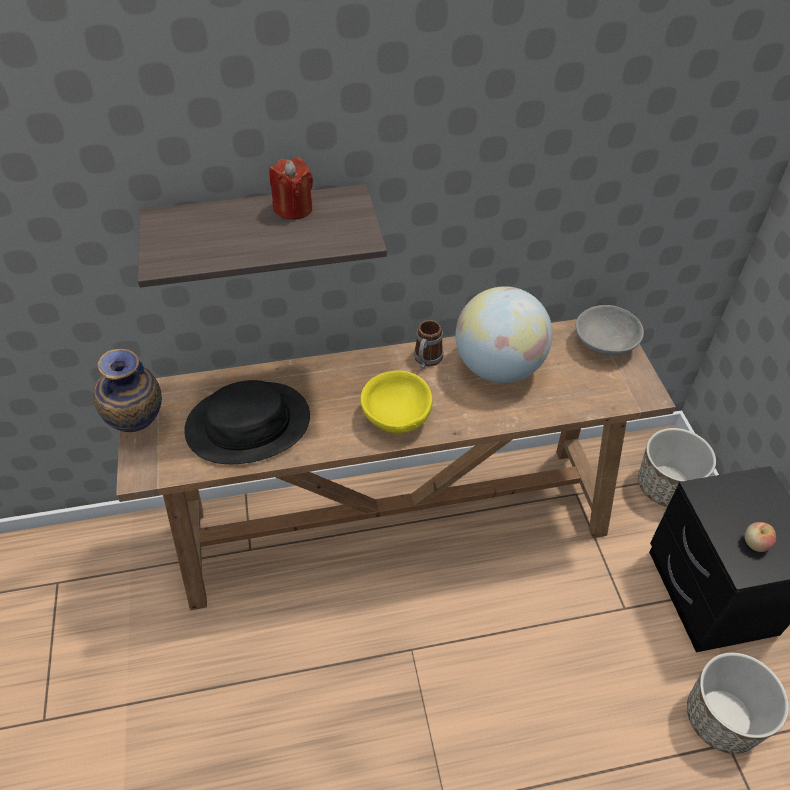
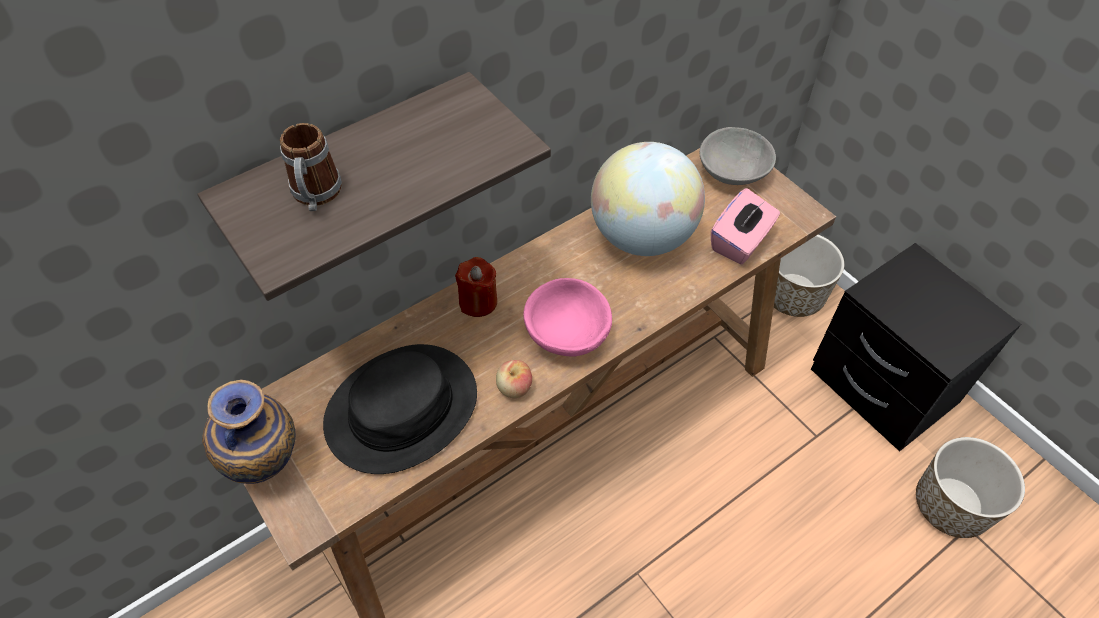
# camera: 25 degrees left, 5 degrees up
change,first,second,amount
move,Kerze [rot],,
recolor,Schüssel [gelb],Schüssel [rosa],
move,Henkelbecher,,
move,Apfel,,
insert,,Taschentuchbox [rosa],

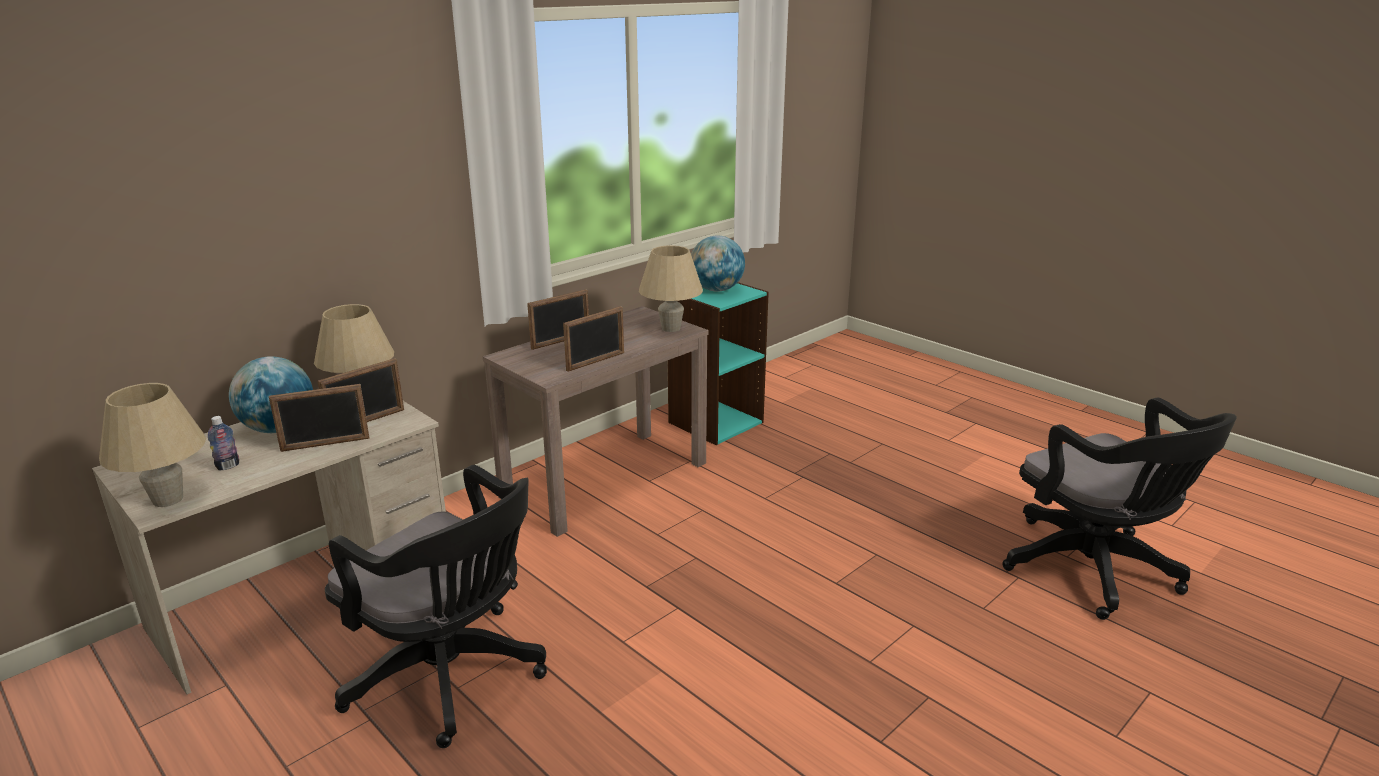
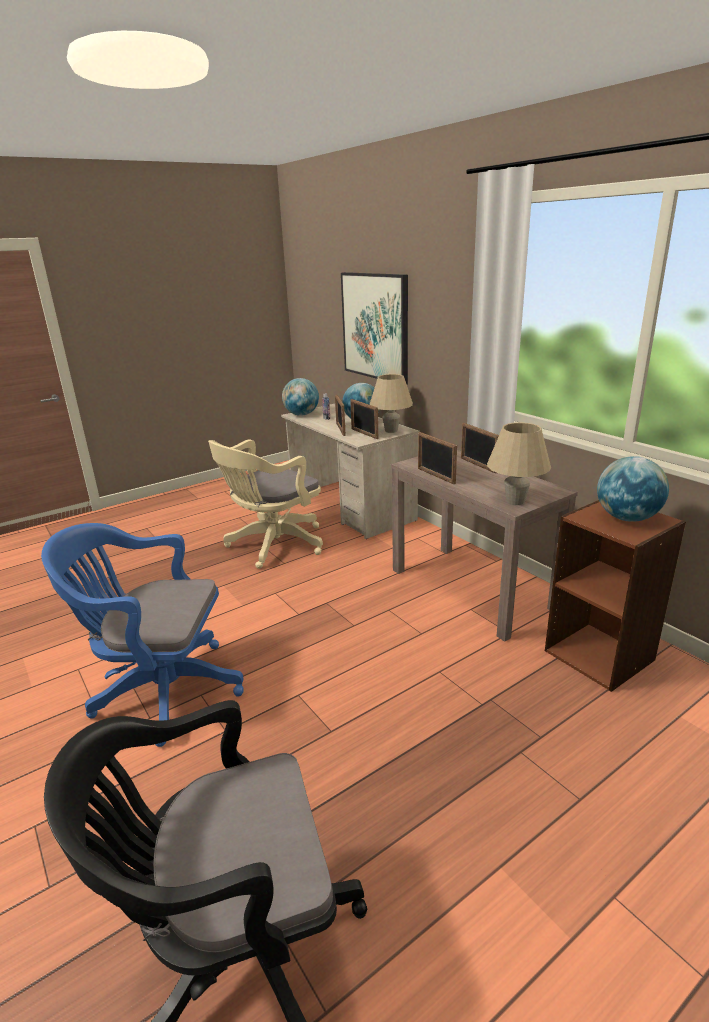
# camera: 100 degrees right, 0 degrees up
change,first,second,amount
replace,Tischlampe [beige] (1st from left),Globus (1st from left),
recolor,Bürostuhl [schwarz] (1st from left),Bürostuhl [beige],
recolor,Bücherregal [türkis],Bücherregal [braun],
insert,,Bürostuhl [blau],
insert,,Bild,

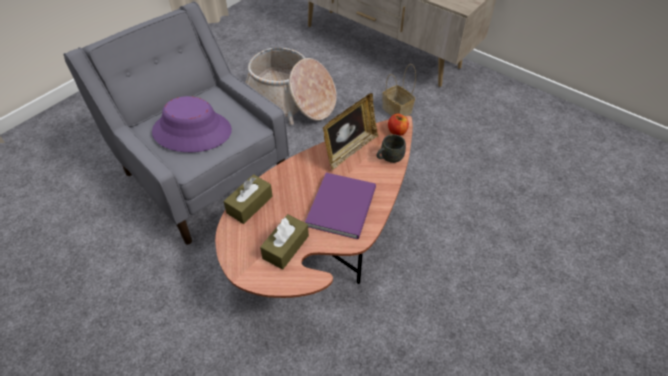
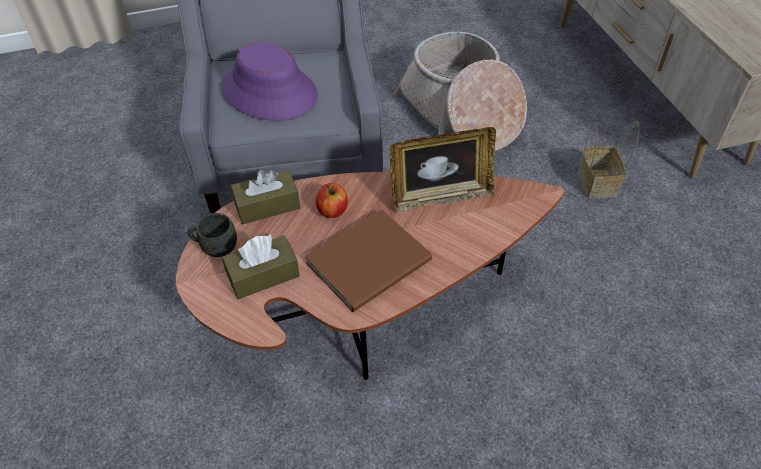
# camera: 35 degrees right, 0 degrees up
change,first,second,amount
recolor,Buch [lila],Buch [braun],
move,Henkelbecher [grau],,
move,Apfel,,

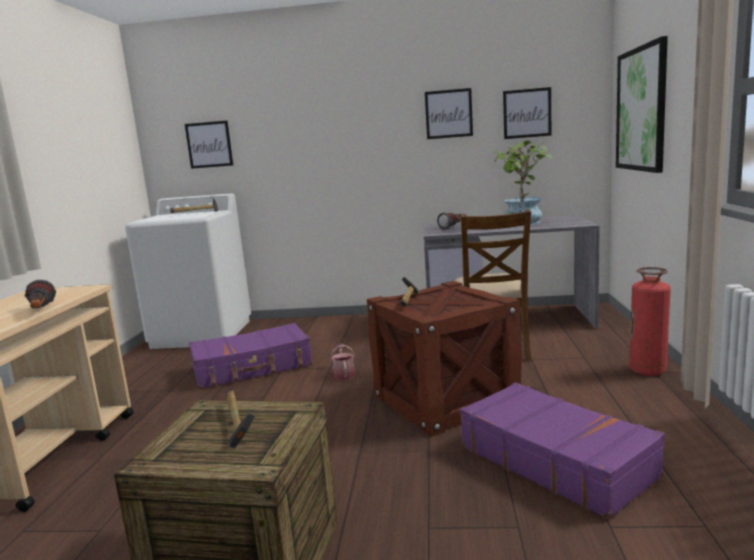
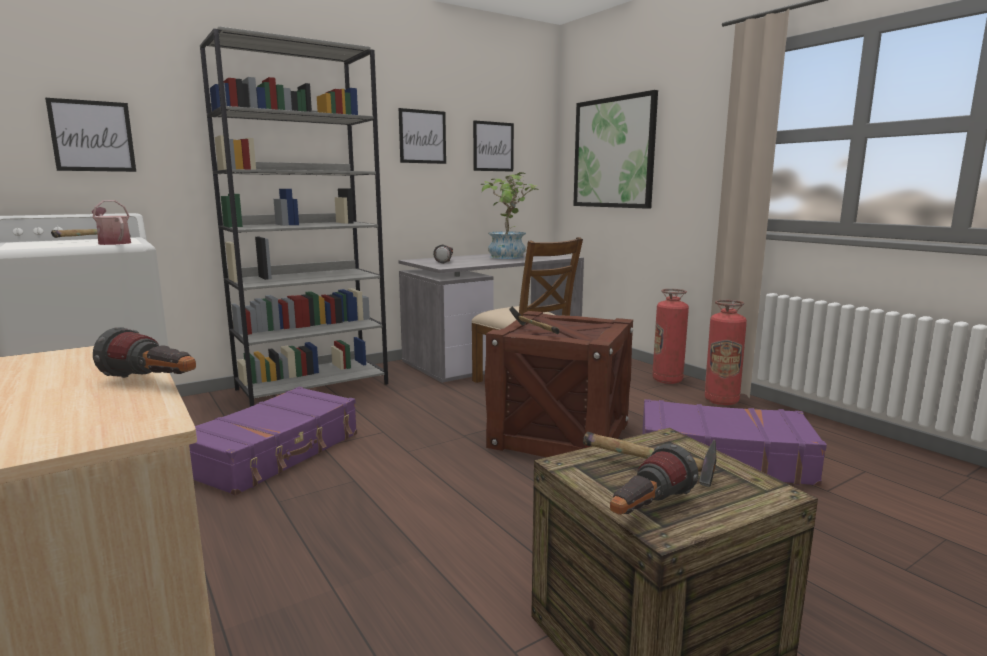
# camera: 40 degrees left, 0 degrees up
change,first,second,amount
move,Gießkanne,,
insert,,Bücherregal [grau],
insert,,Taschenlampe (3rd from left),
insert,,Feuerlöscher (2nd from left),

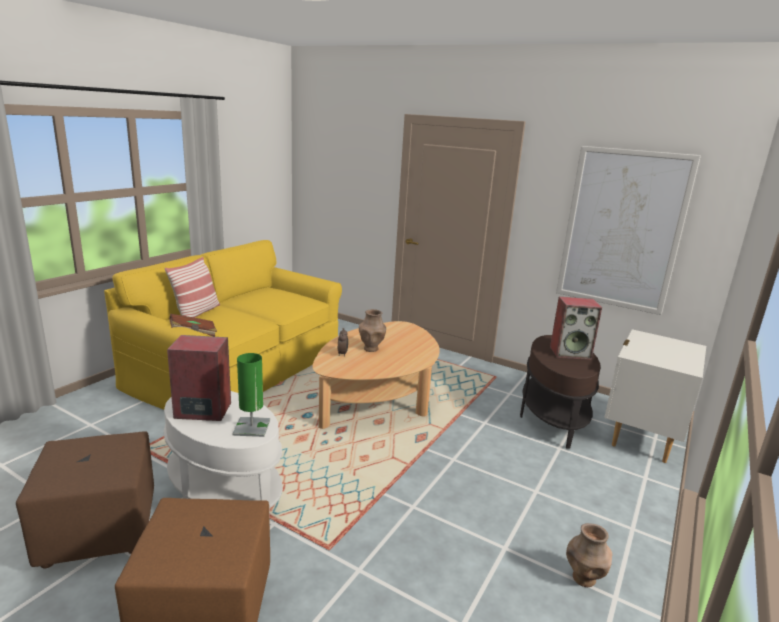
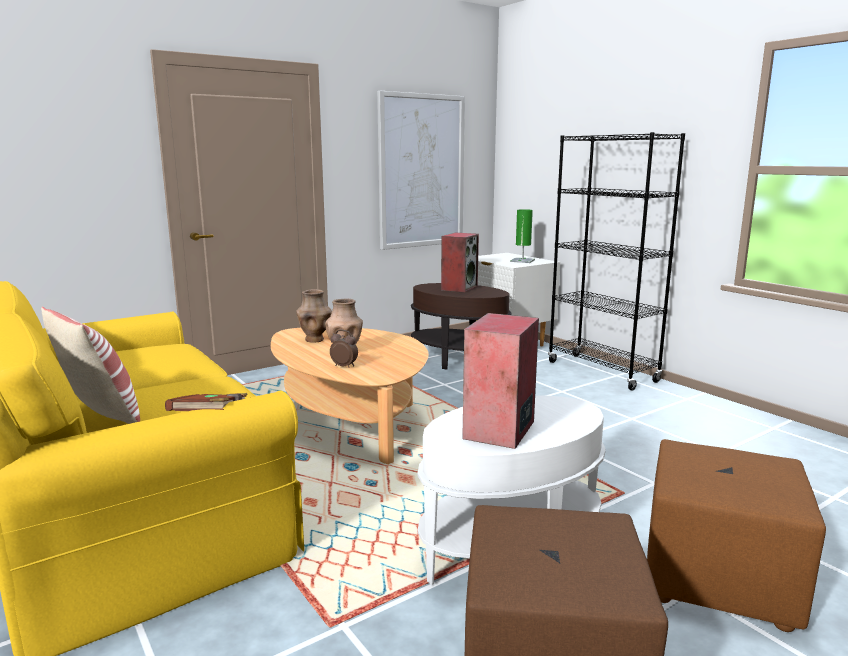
# camera: 65 degrees left, 5 degrees down
change,first,second,amount
move,Tischlampe [grün],,
move,Vase [braun] (2nd from left in the first image),Vase [braun] (1st from left),
insert,,Bücherregal [schwarz],

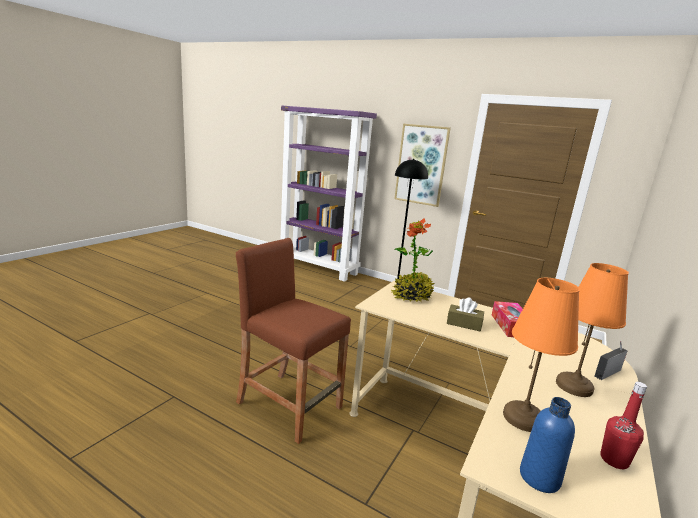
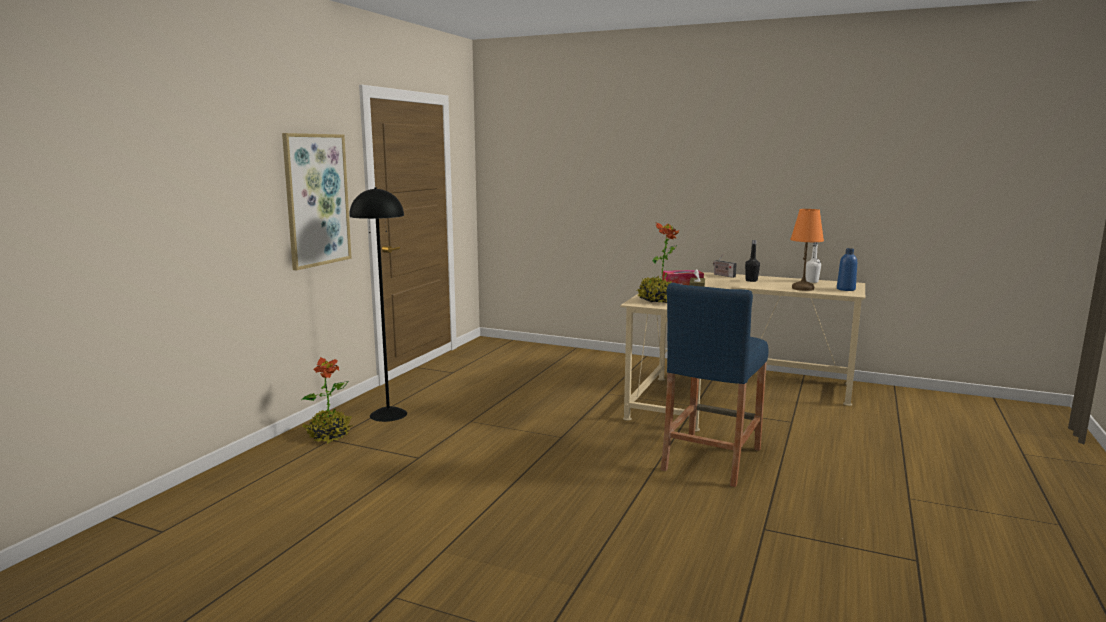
# camera: 95 degrees left, 5 degrees down
change,first,second,amount
recolor,Hocker [braun],Hocker [blau],
delete,Bücherregal [lila],,
replace,Tischlampe [orange] (2nd from left),Flasche [schwarz],
recolor,Flasche [rot],Flasche [weiß],
insert,,Topfpflanze (1st from left),

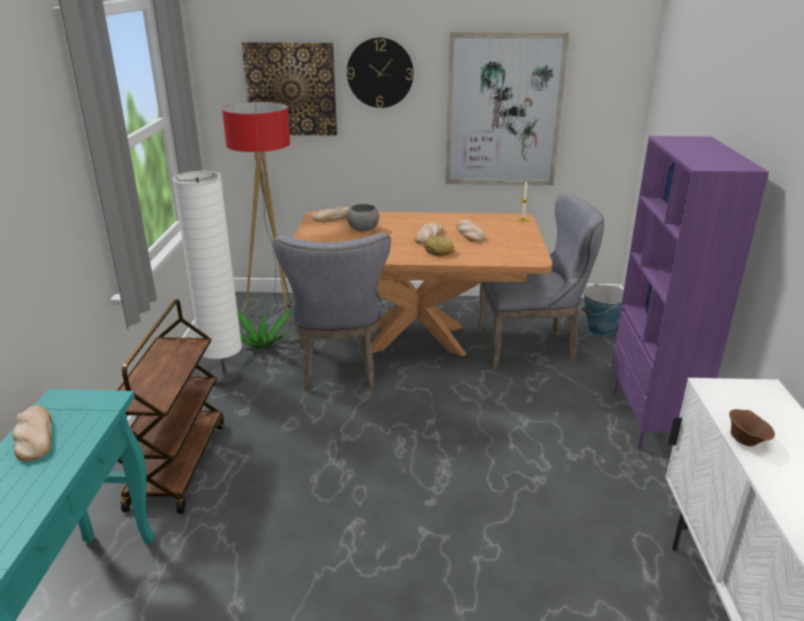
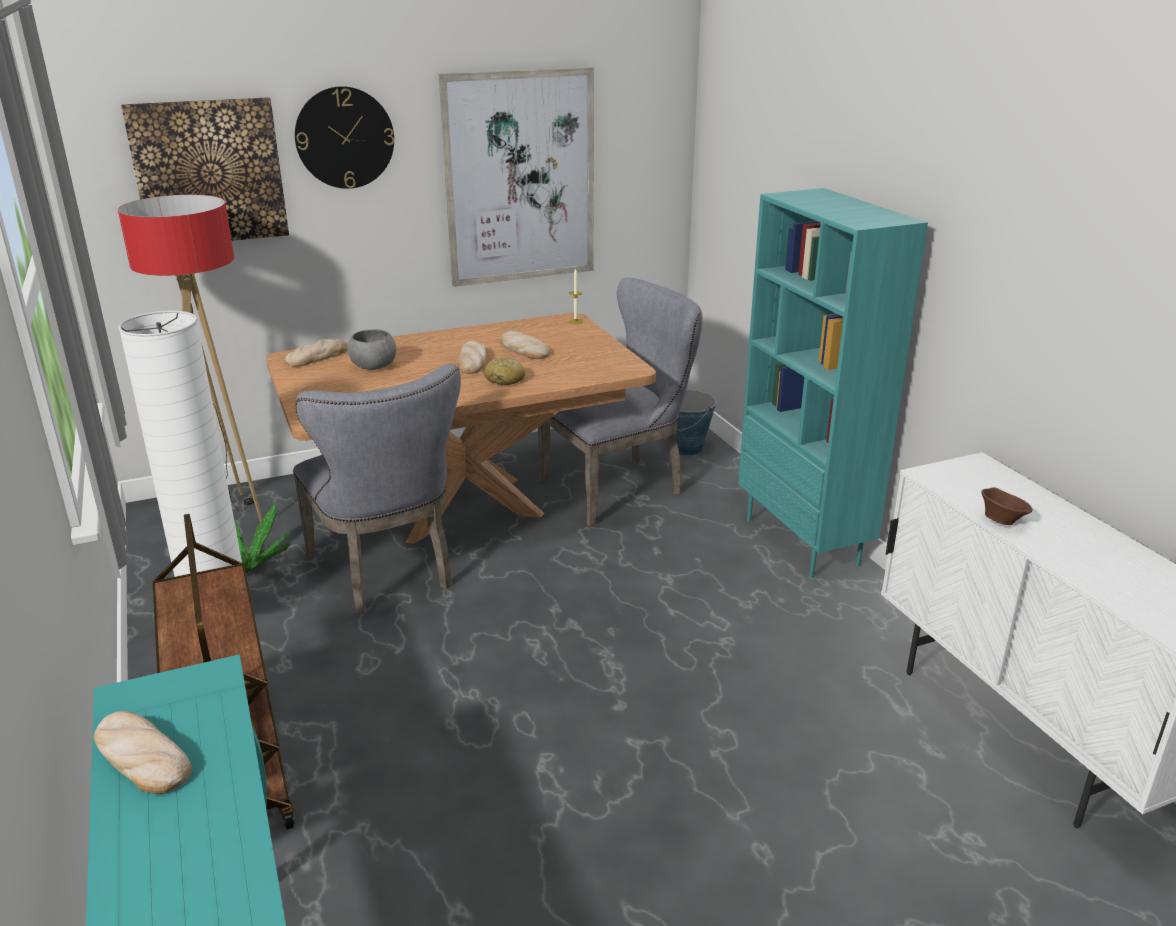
# camera: 25 degrees left, 0 degrees up
change,first,second,amount
recolor,Bücherregal [lila],Bücherregal [türkis],

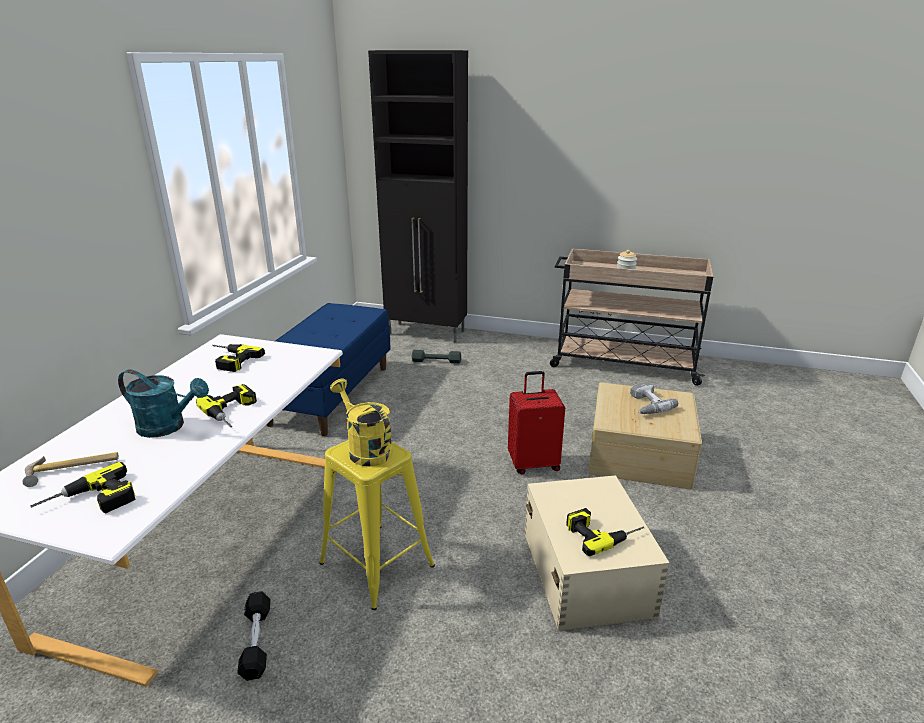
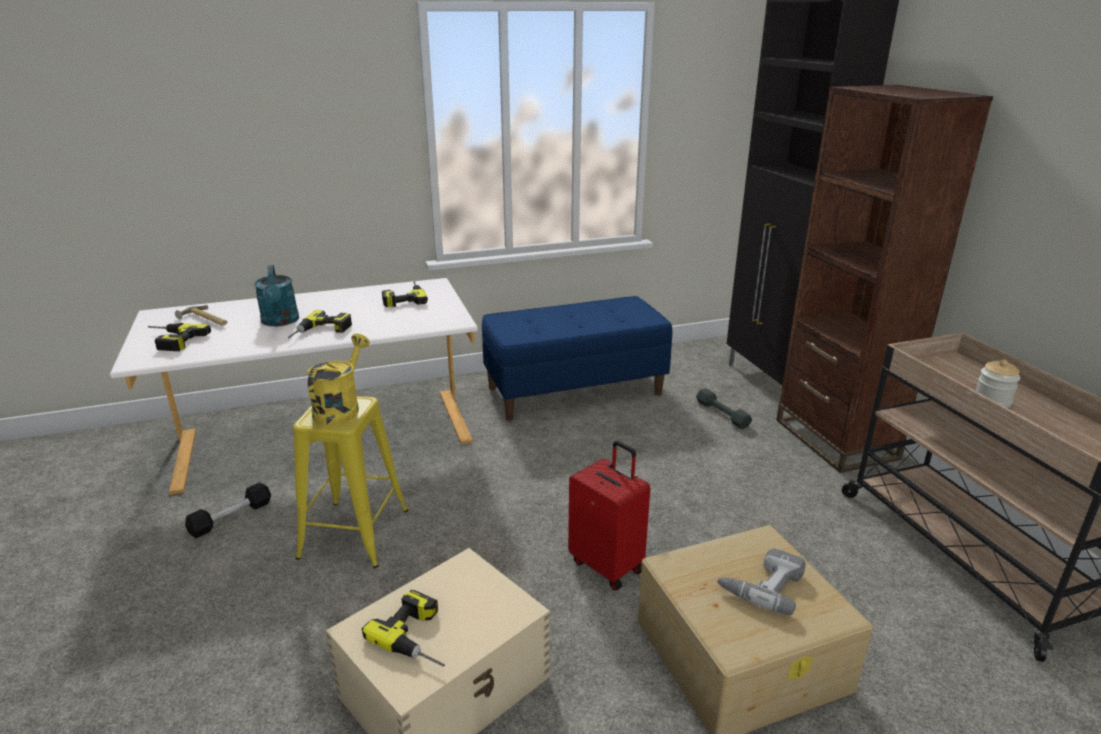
# camera: 55 degrees right, 0 degrees up
change,first,second,amount
insert,,Bücherregal [braun],

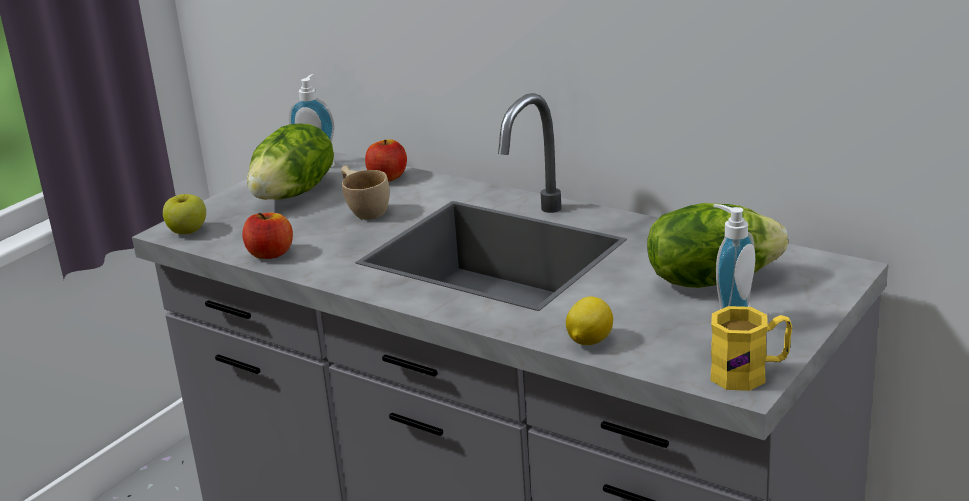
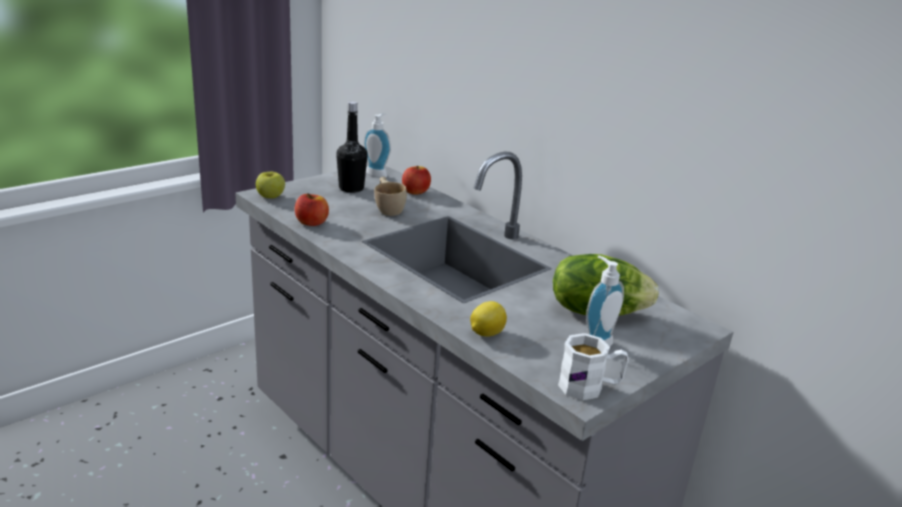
# camera: 10 degrees right, 0 degrees up
change,first,second,amount
replace,Salatkopf (1st from left),Flasche [schwarz],
recolor,Henkelbecher [gelb],Henkelbecher [weiß],

